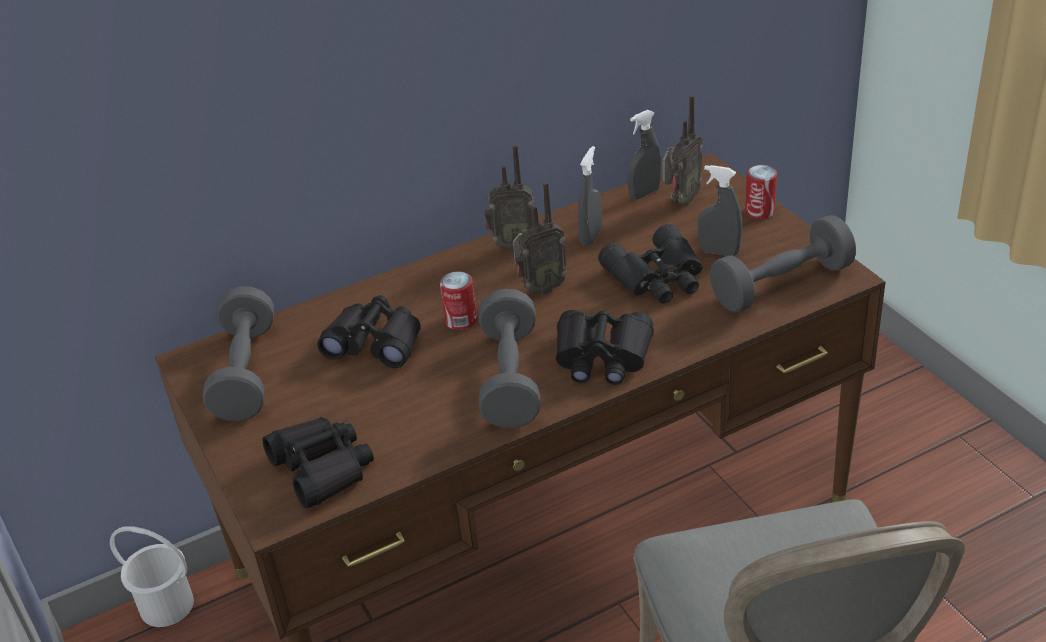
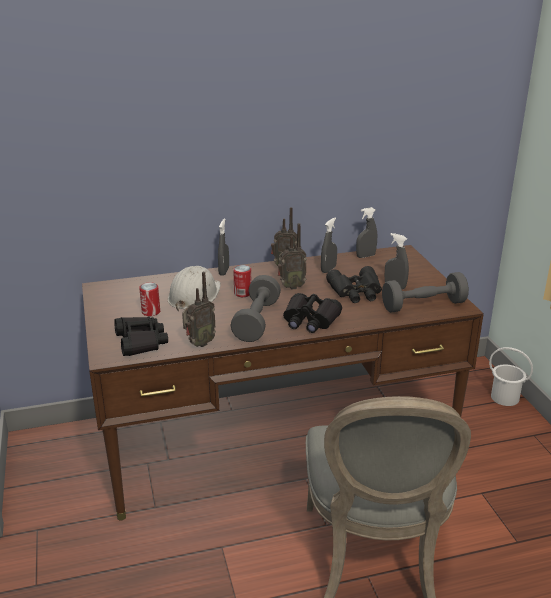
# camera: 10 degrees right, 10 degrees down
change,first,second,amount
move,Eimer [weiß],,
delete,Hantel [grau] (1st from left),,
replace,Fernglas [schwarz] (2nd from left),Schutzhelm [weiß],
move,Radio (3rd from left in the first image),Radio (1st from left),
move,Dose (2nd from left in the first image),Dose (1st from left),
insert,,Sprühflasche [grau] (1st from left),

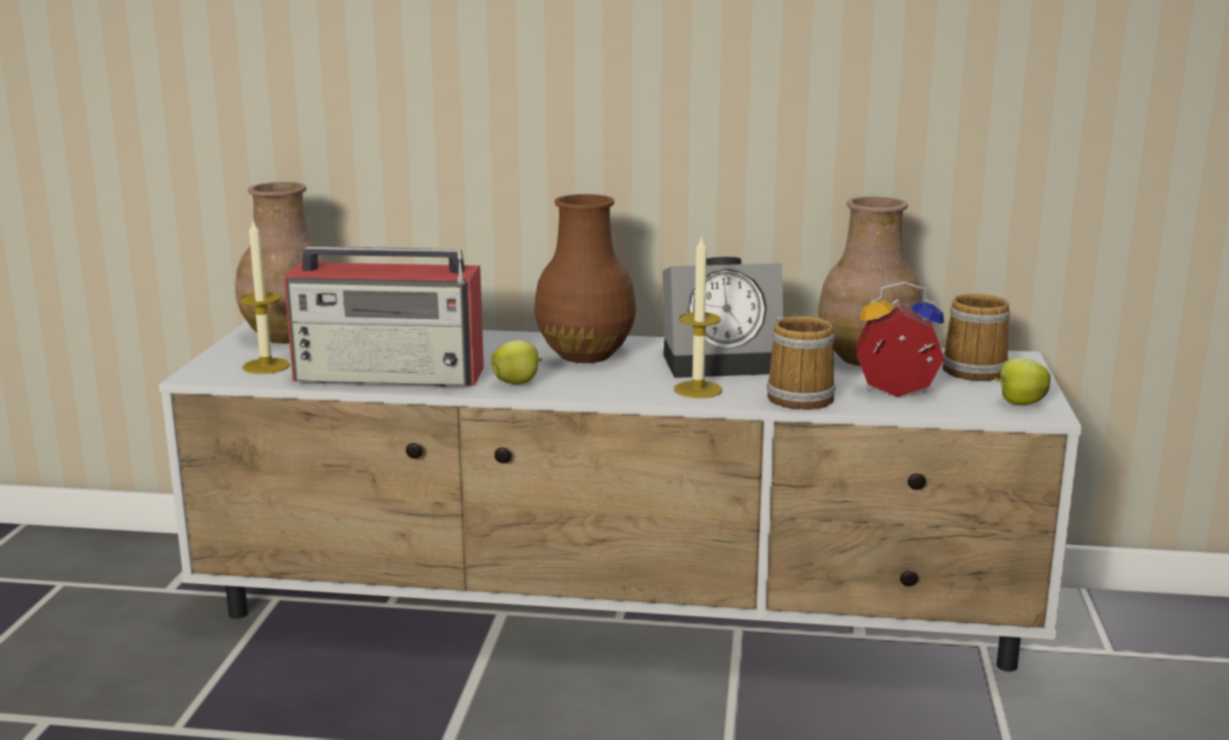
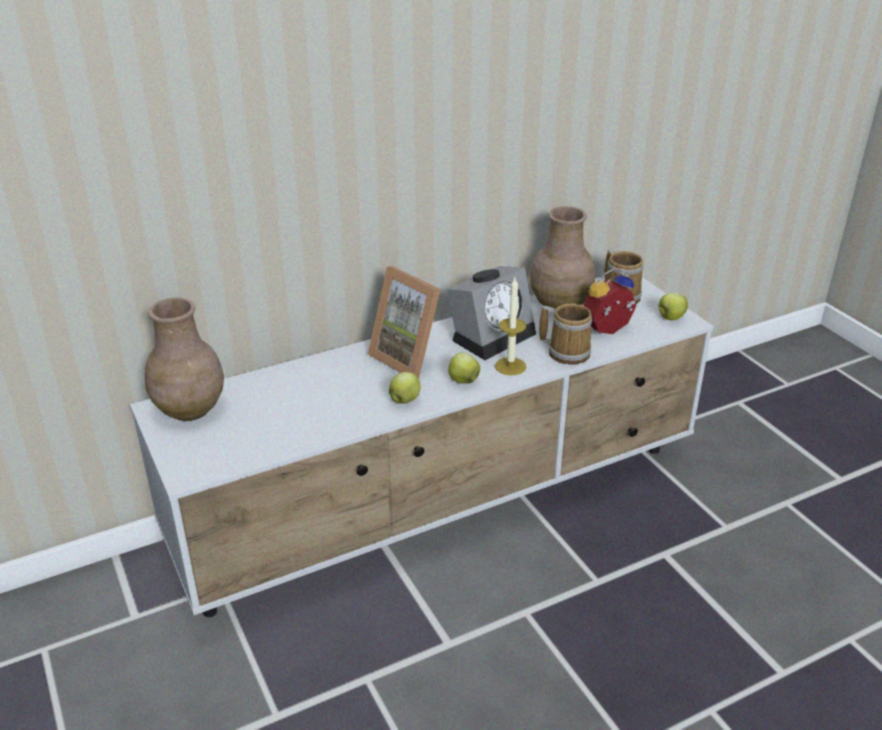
# camera: 35 degrees left, 15 degrees up
change,first,second,amount
delete,Kerze (1st from left),,
delete,Radio,,
replace,Vase [braun] (2nd from left),Bilderrahmen,
insert,,Apfel (2nd from left),

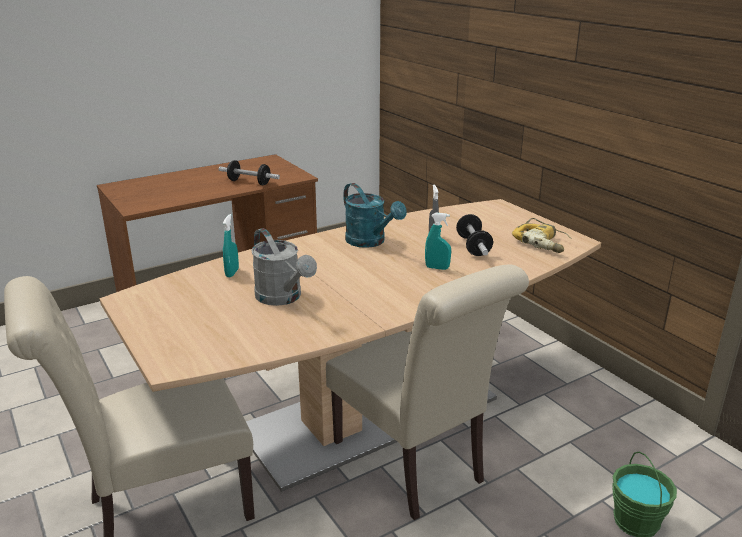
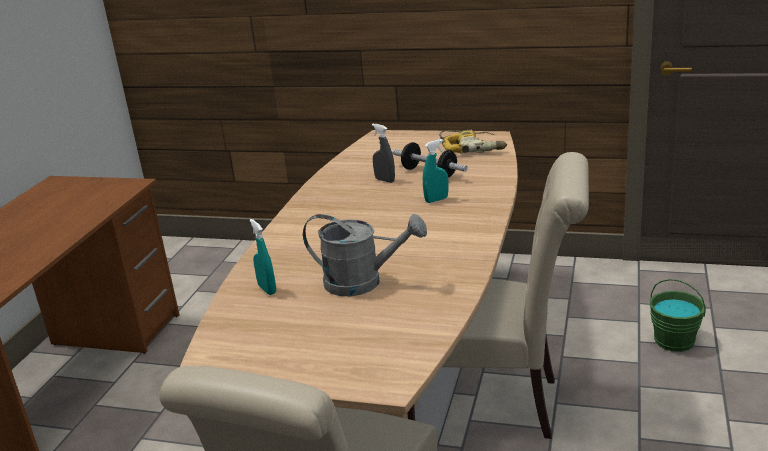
# camera: 40 degrees left, 0 degrees up
change,first,second,amount
delete,Hantel (1st from left),,
delete,Gießkanne [türkis],,

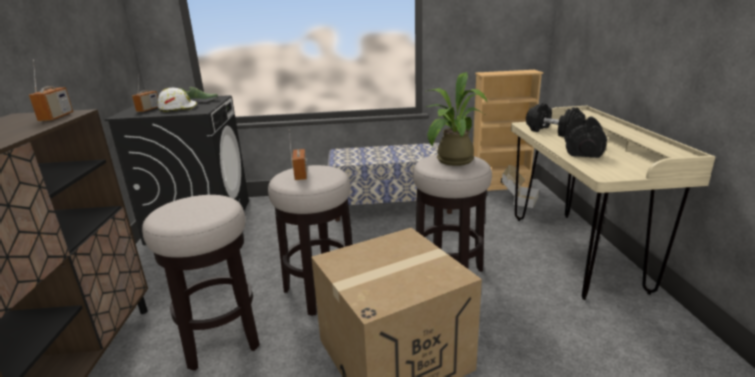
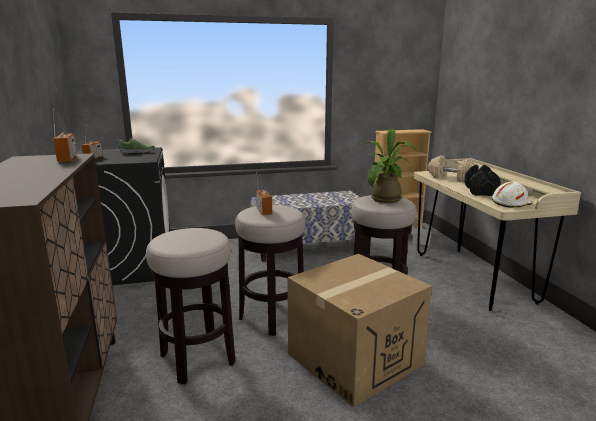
# camera: 10 degrees left, 5 degrees down
change,first,second,amount
move,Schutzhelm [weiß],,
recolor,Hantel [schwarz] (1st from left),Hantel [beige],

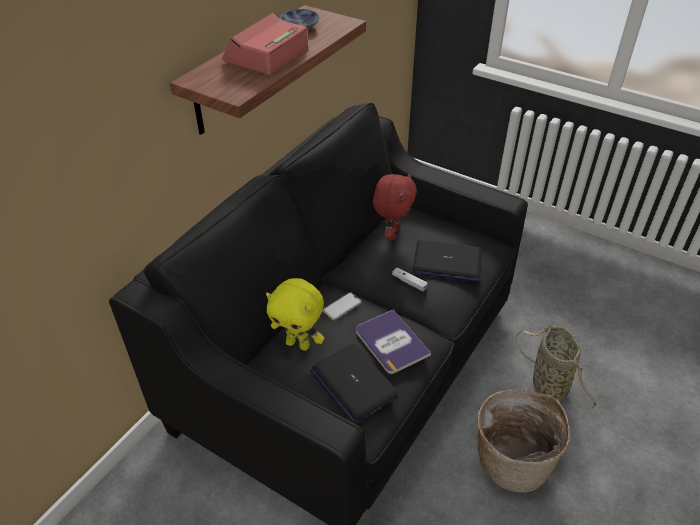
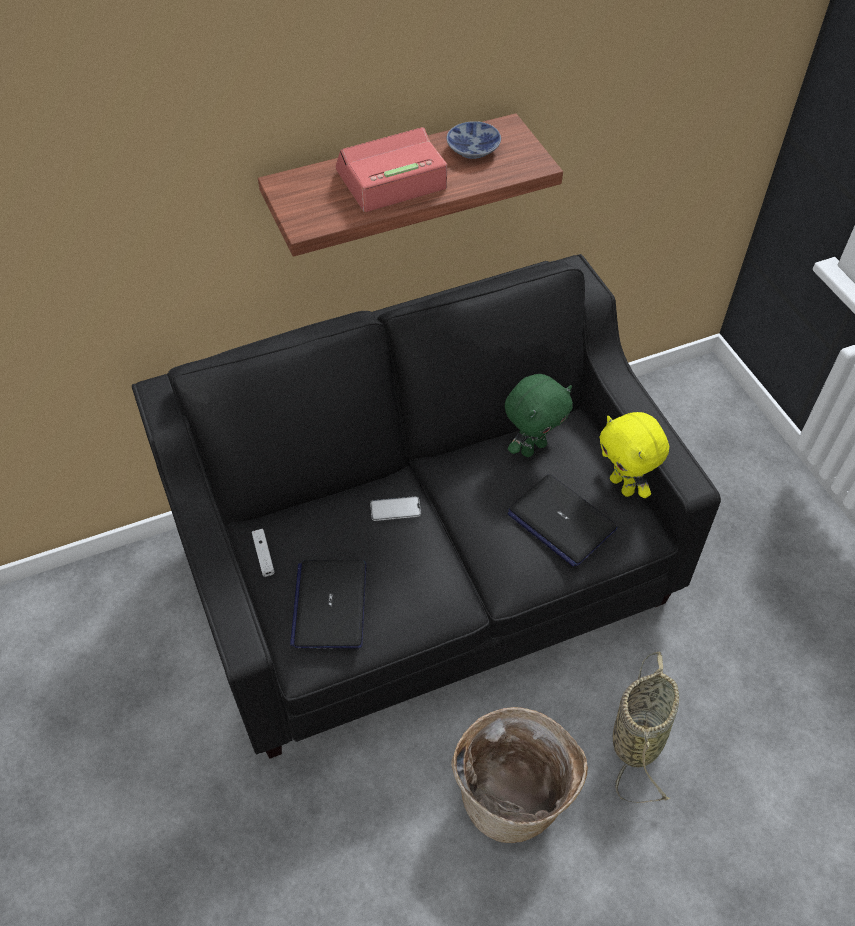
# camera: 35 degrees right, 10 degrees up
change,first,second,amount
move,Plüschtier [gelb],,
delete,Buch,,
recolor,Plüschtier [rot],Plüschtier [grün],
move,Gamepad [weiß],,

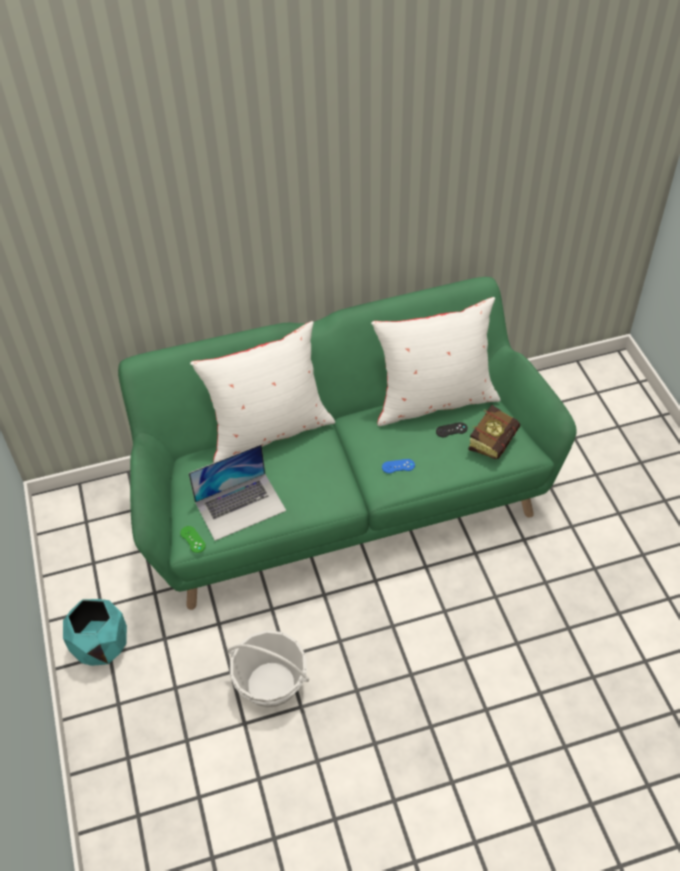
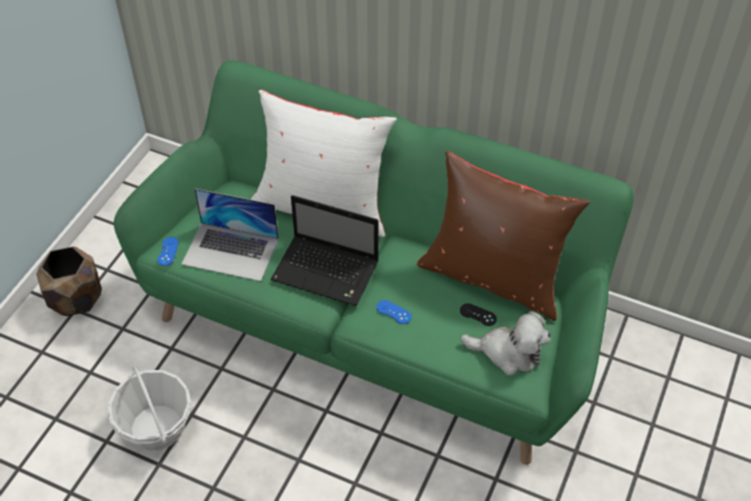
# camera: 40 degrees right, 0 degrees up
change,first,second,amount
recolor,Pflanzkübel [türkis],Pflanzkübel [braun],
recolor,Gamepad [grün],Gamepad [blau] (1st from left),
recolor,Kissen [weiß] (2nd from left),Kissen [braun],
replace,Buch,Plüschtier,
insert,,Laptop (2nd from left),

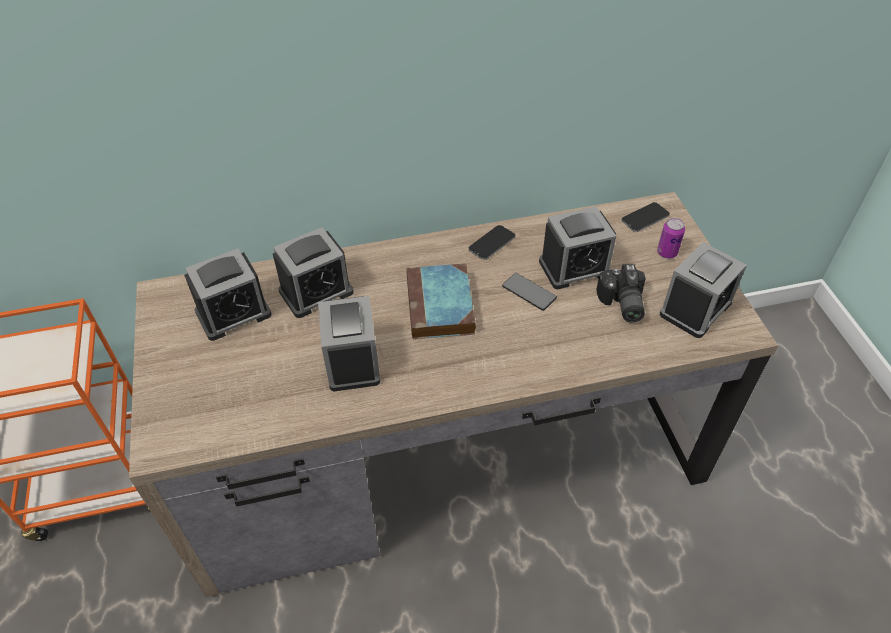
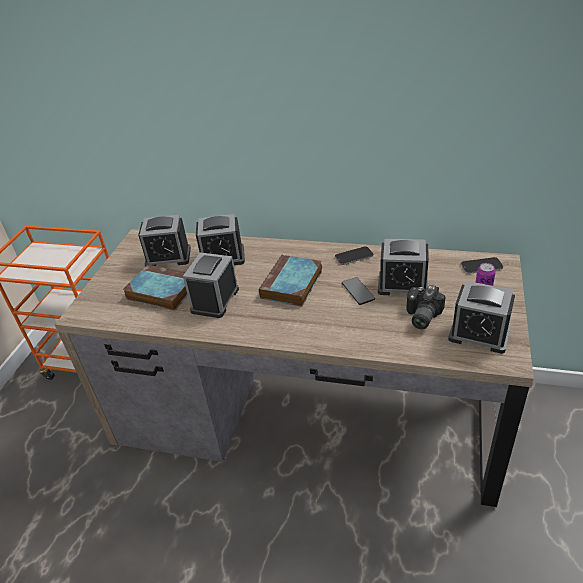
# camera: 30 degrees right, 10 degrees down
change,first,second,amount
rotate,Wecker (5th from left),,45 degrees clockwise
insert,,Buch (1st from left),

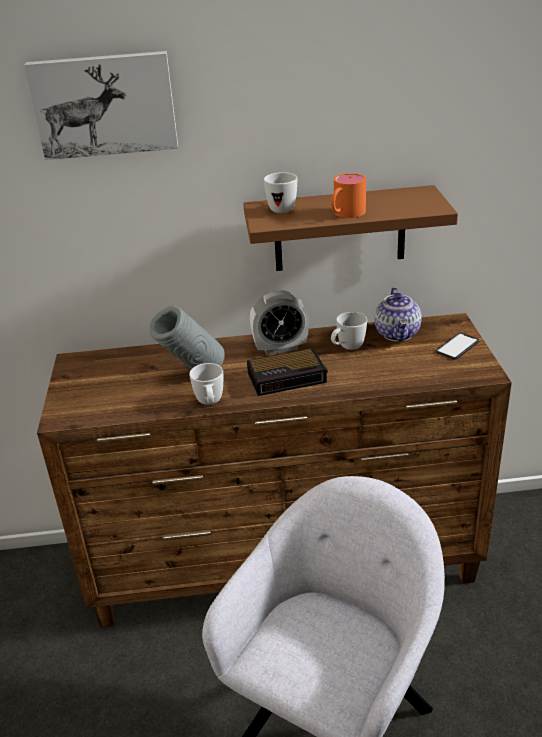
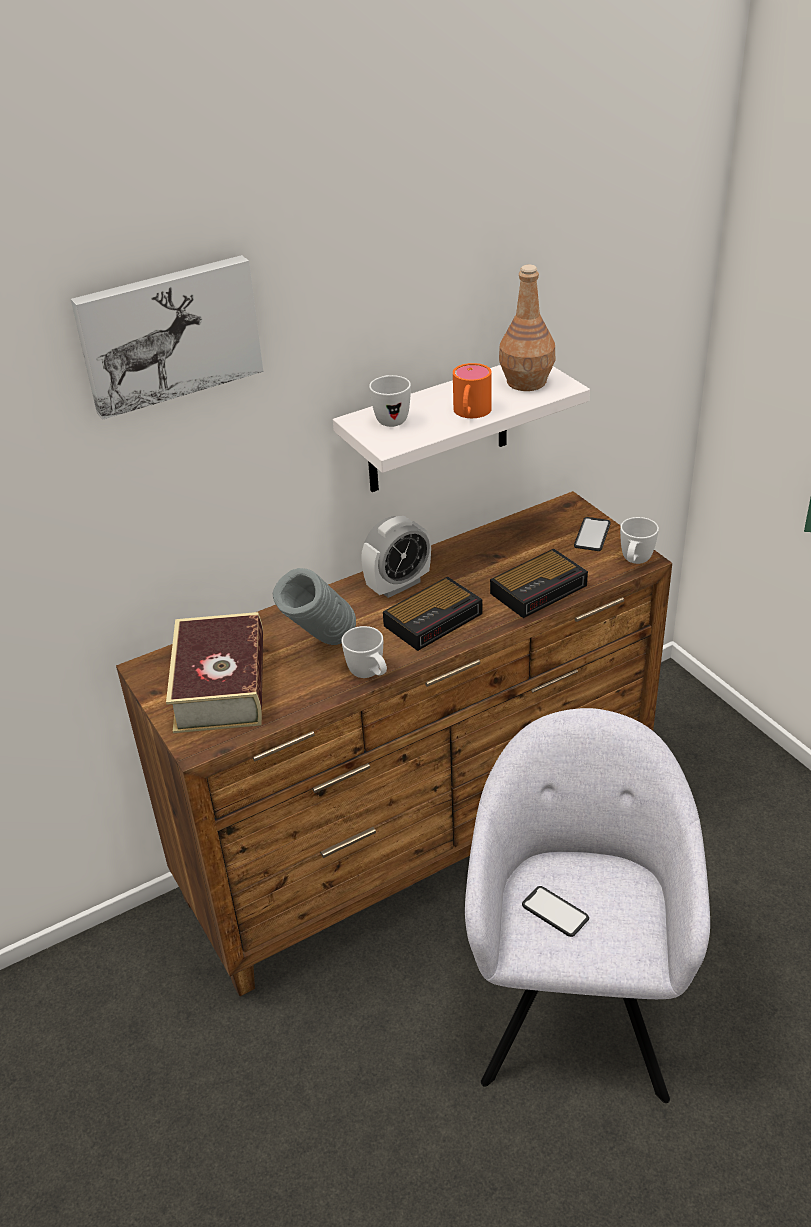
# camera: 25 degrees left, 5 degrees up
change,first,second,amount
recolor,Wandregal [braun],Wandregal [weiß],
move,Henkelbecher [weiß] (3rd from left),,
delete,Teekanne,,
insert,,Buch,
insert,,Wecker (3rd from left),
insert,,Flasche [braun],
insert,,Handy (1st from left),

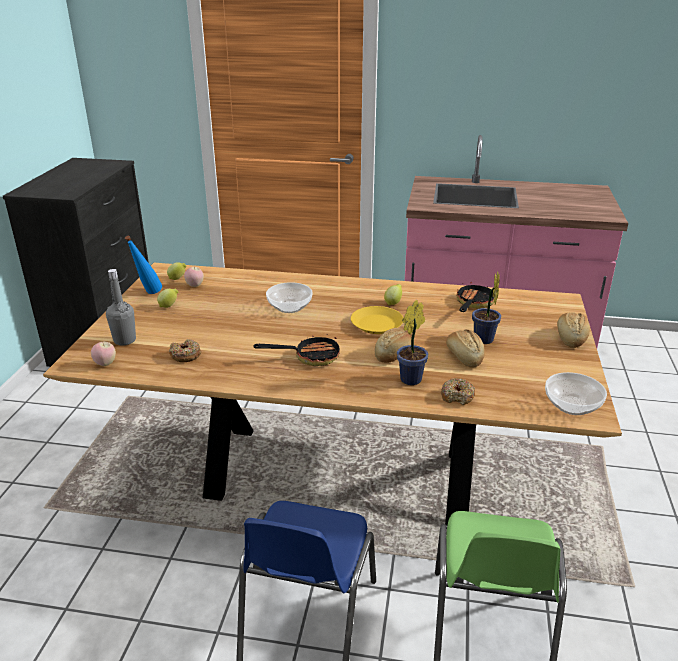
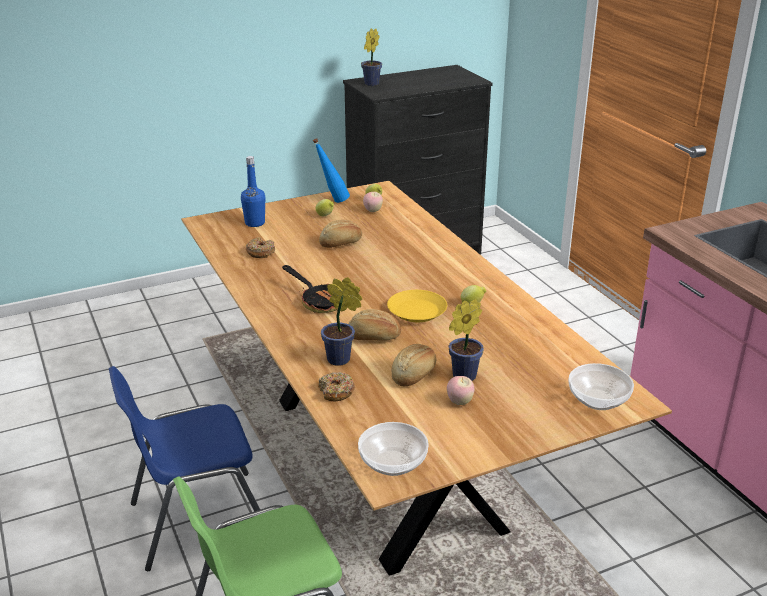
# camera: 55 degrees right, 0 degrees up
change,first,second,amount
move,Apfel (1st from left in the first image),Apfel (2nd from left),
recolor,Flasche [grau],Flasche [blau] (1st from left),
move,Schüssel (1st from left in the first image),Schüssel (2nd from left),
delete,Pfanne (2nd from left),,
move,Brot (3rd from left in the first image),Brot (1st from left),
insert,,Topfpflanze (2nd from left),

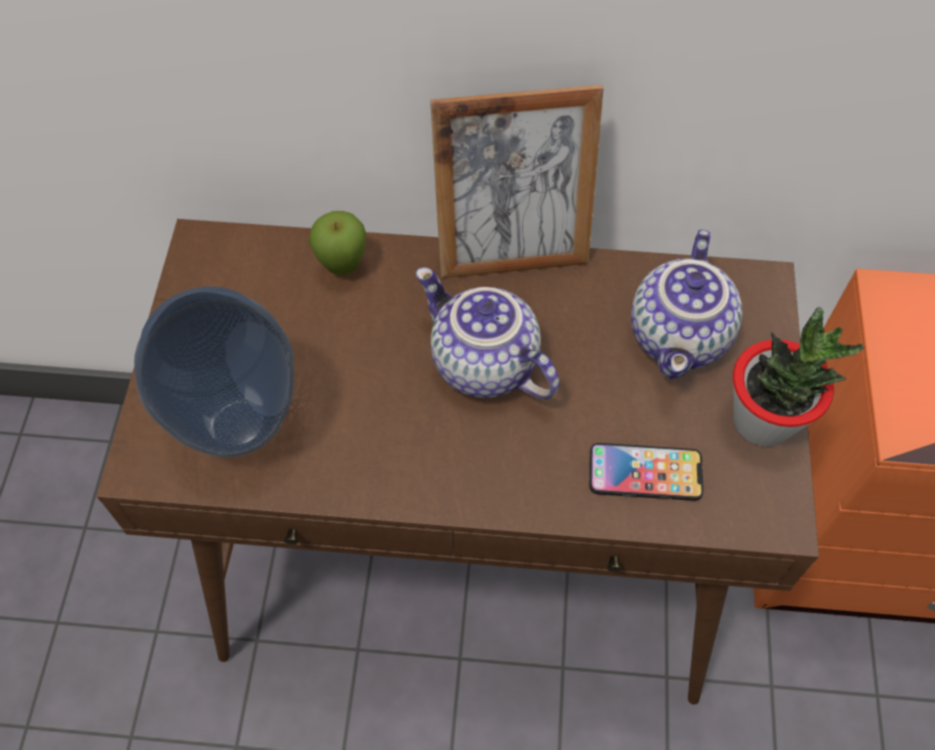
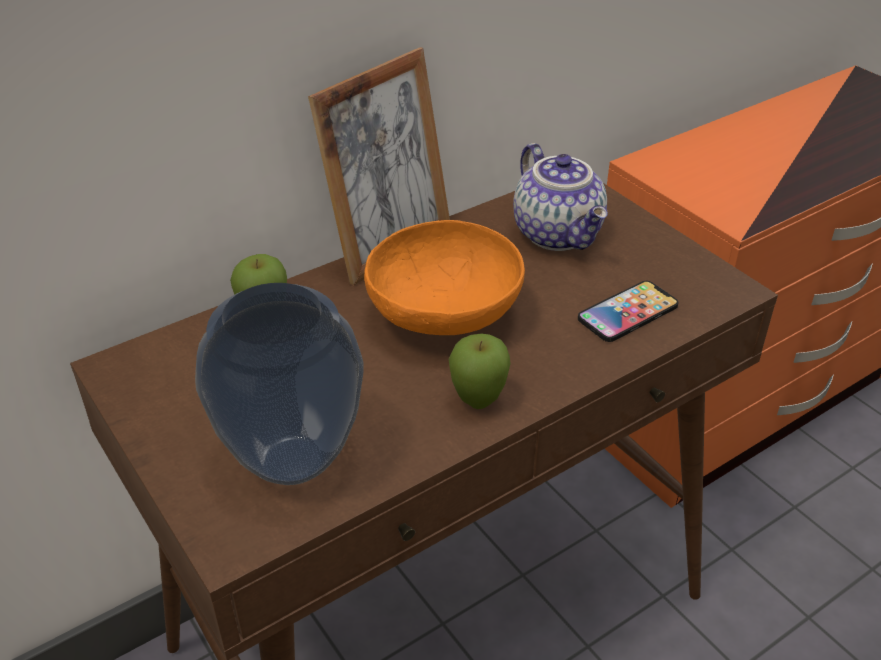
# camera: 40 degrees left, 20 degrees down
change,first,second,amount
replace,Teekanne (1st from left),Schüssel [orange],
delete,Topfpflanze,,
insert,,Apfel (2nd from left),

